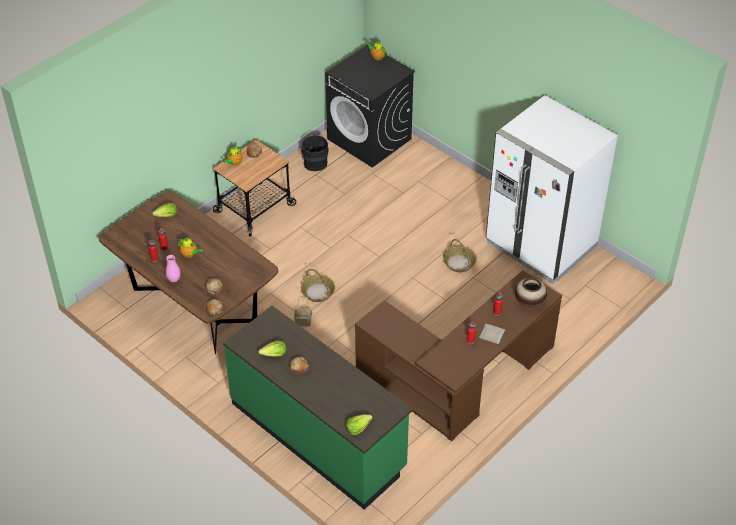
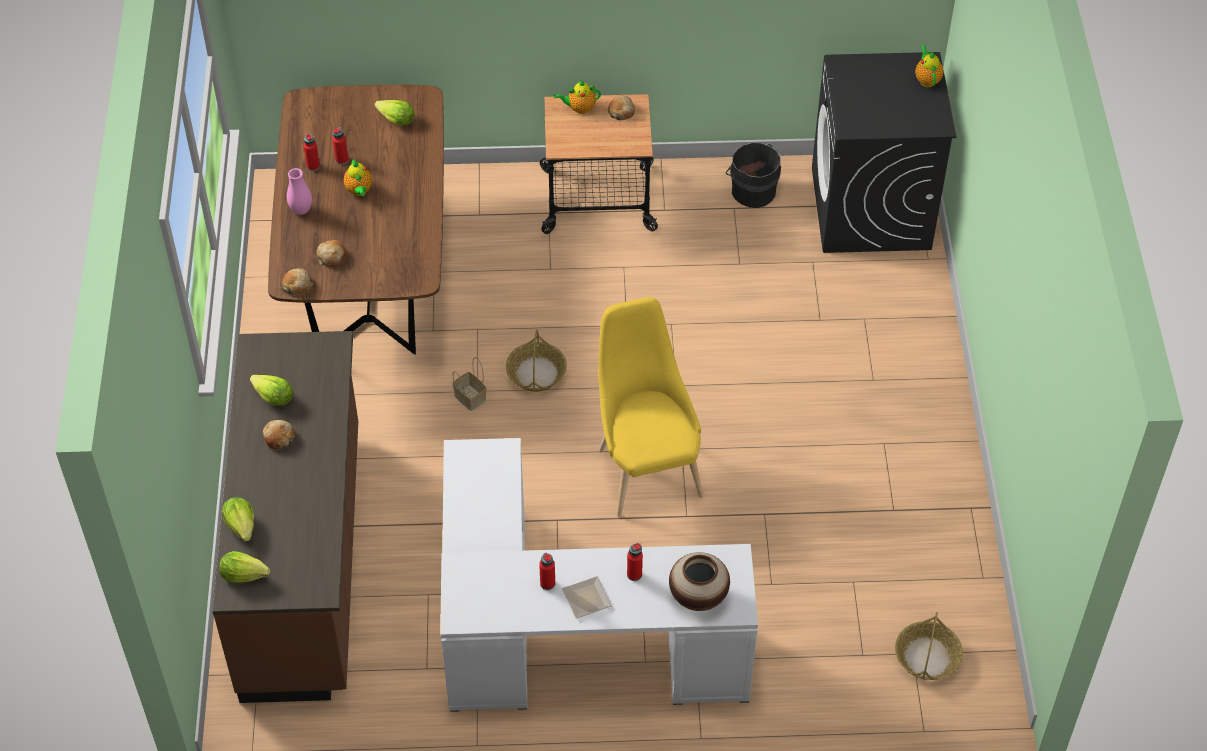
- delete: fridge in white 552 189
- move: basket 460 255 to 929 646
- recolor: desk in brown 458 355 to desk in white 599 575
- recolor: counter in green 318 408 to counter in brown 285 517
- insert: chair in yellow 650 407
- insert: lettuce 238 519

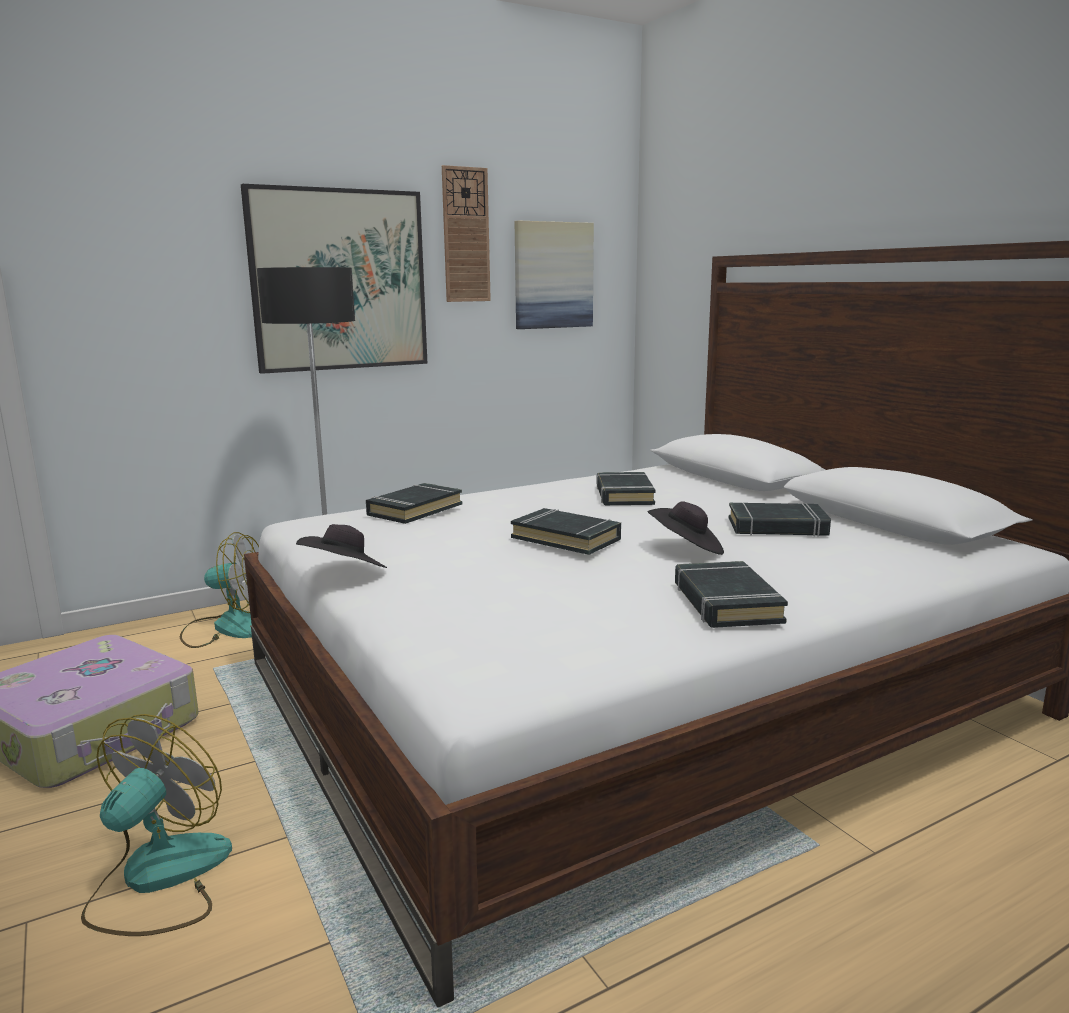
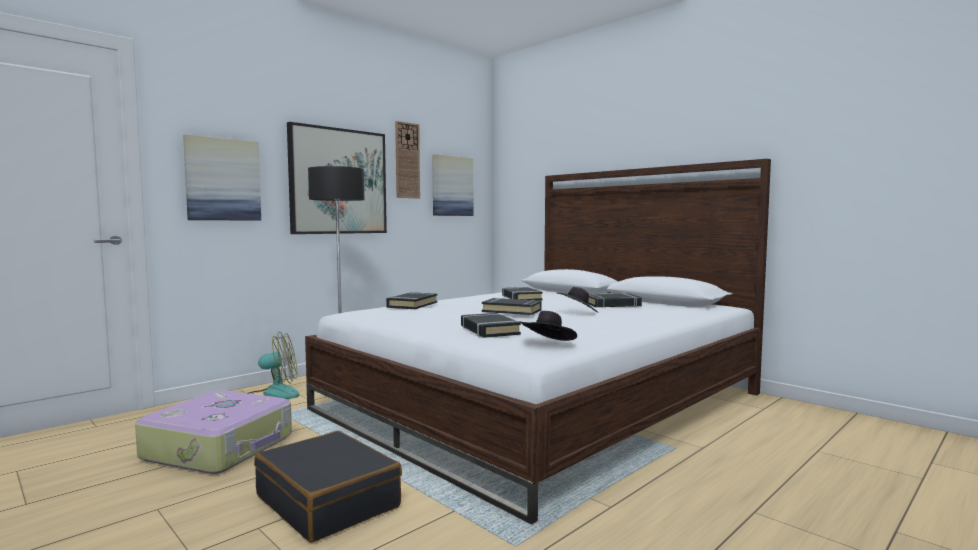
- move: hat in black 341 546 to 548 326
- move: book in black 731 594 to 491 325
- replace: fan 156 825 to suitcase in black 328 486
- insert: picture 222 177

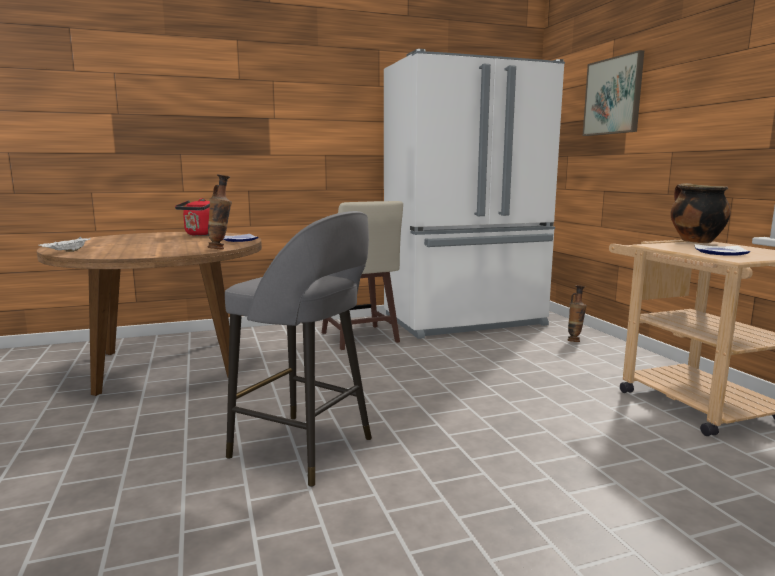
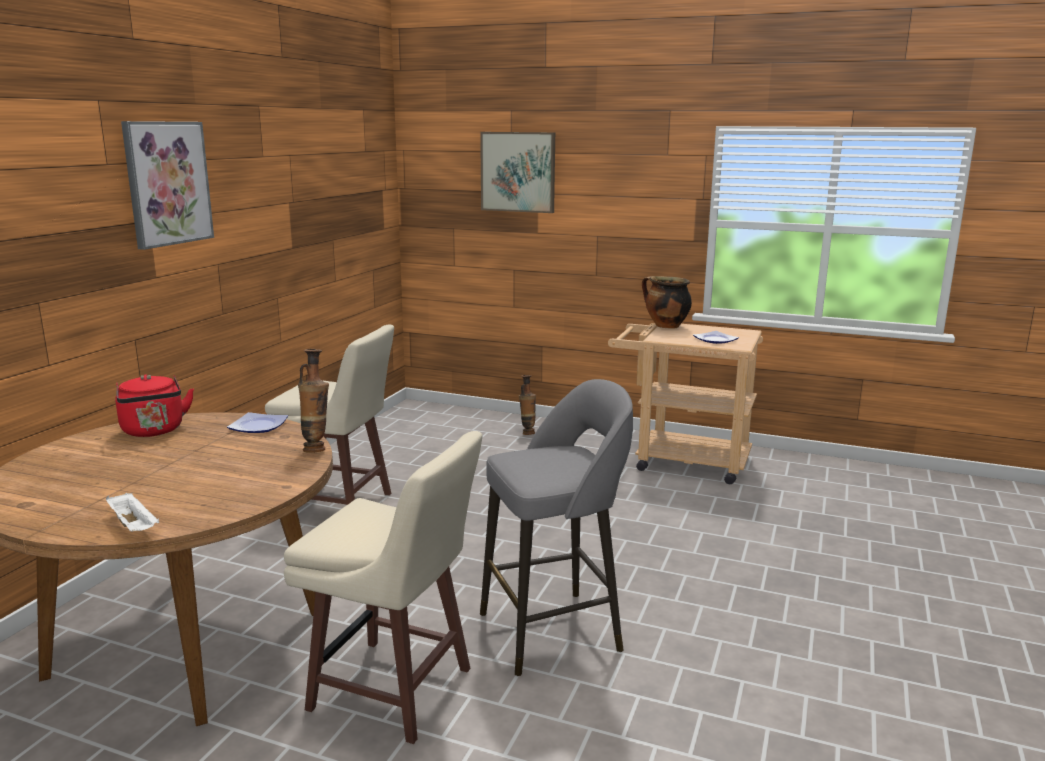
- delete: fridge in white 474 194
- insert: picture 167 185
- insert: stool in beige 383 587

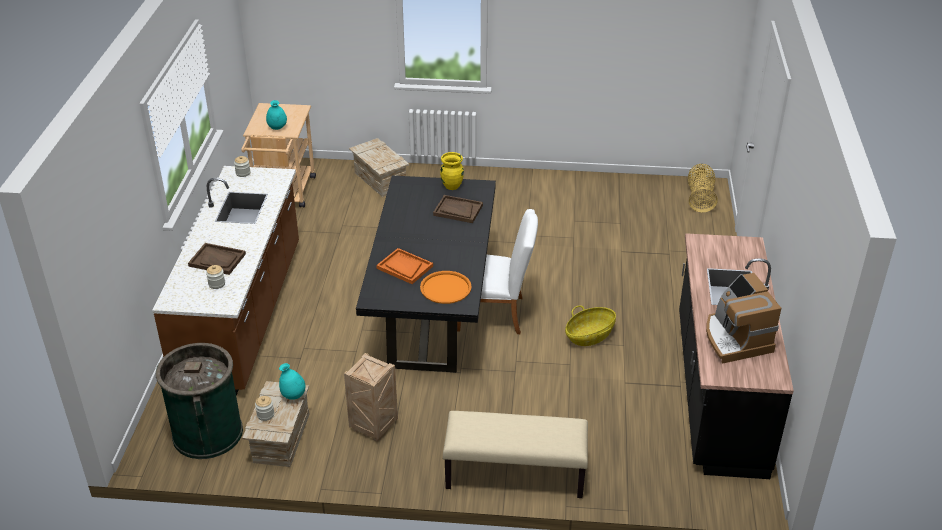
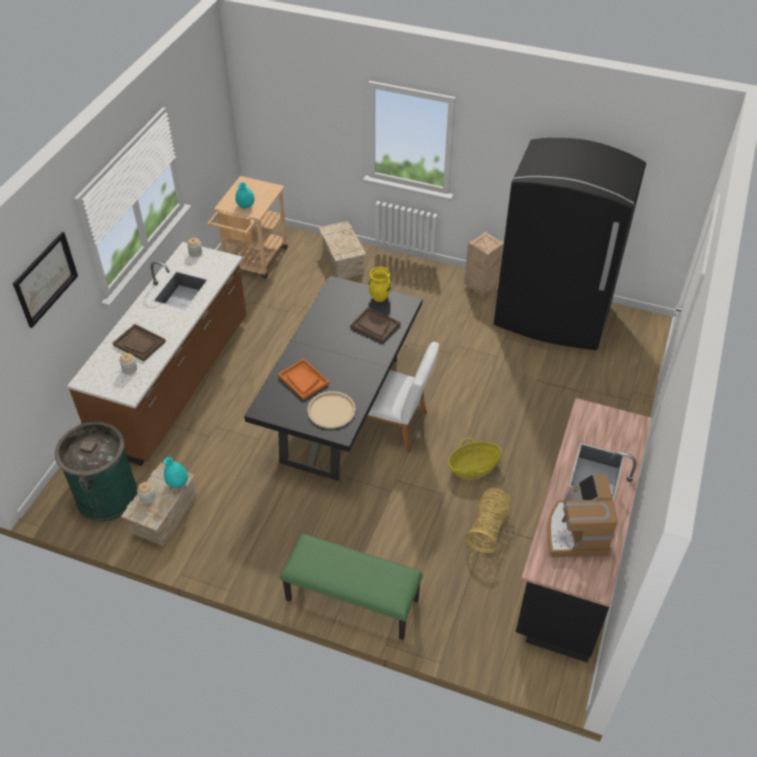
- move: basket 703 188 to 488 520
- recolor: tray in orange 446 287 to tray in beige 331 409
- move: crate 371 397 to 484 264
- recolor: bench in beige 515 454 to bench in green 351 587
- insert: fridge in black 570 244
- insert: picture 45 280

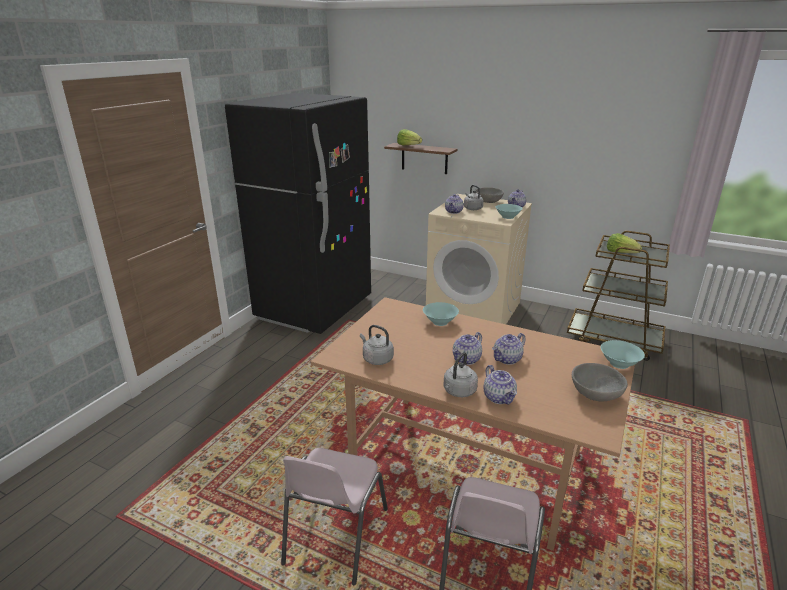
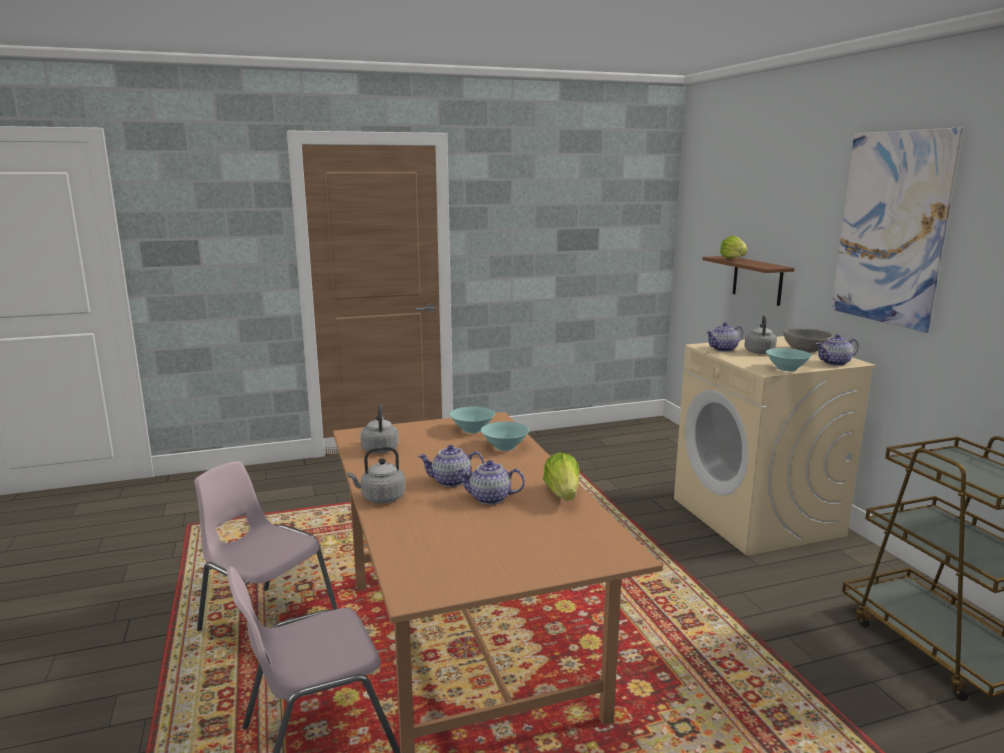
- delete: fridge in black 298 213
- move: lettuce 624 243 to 561 476
- move: bowl in turquoise 623 354 to 472 419
- delete: bowl in grey 600 382
- delete: teapot 500 385
- rotate: chair in pink 334 516 = 266 562 60 degrees clockwise
- insert: picture 897 230

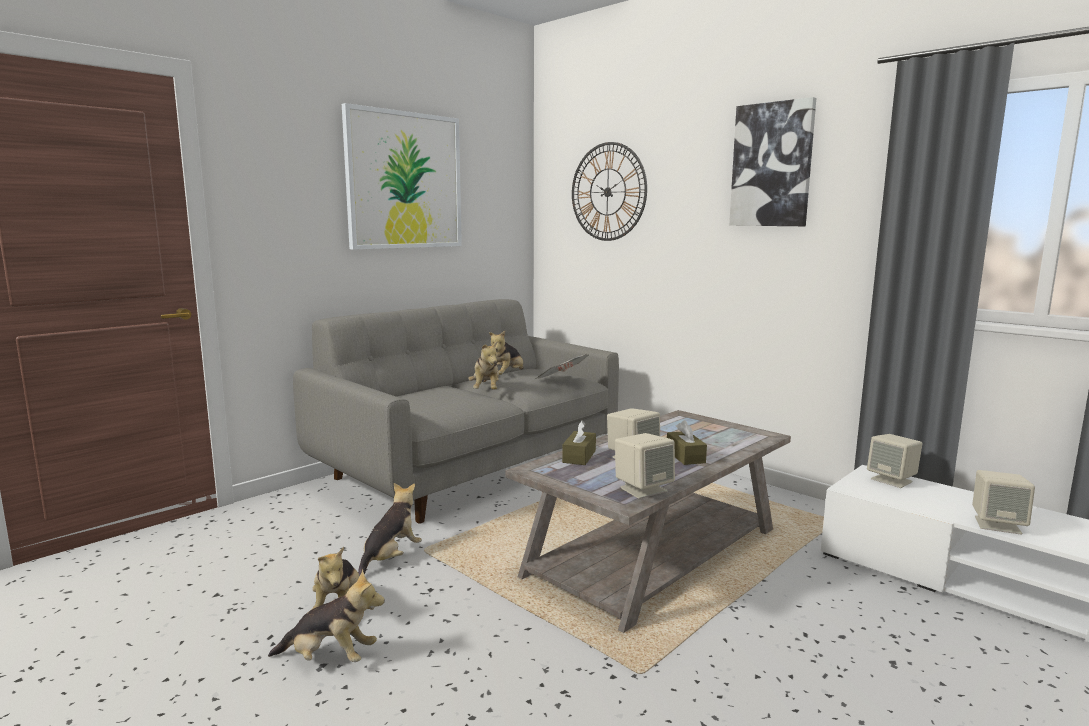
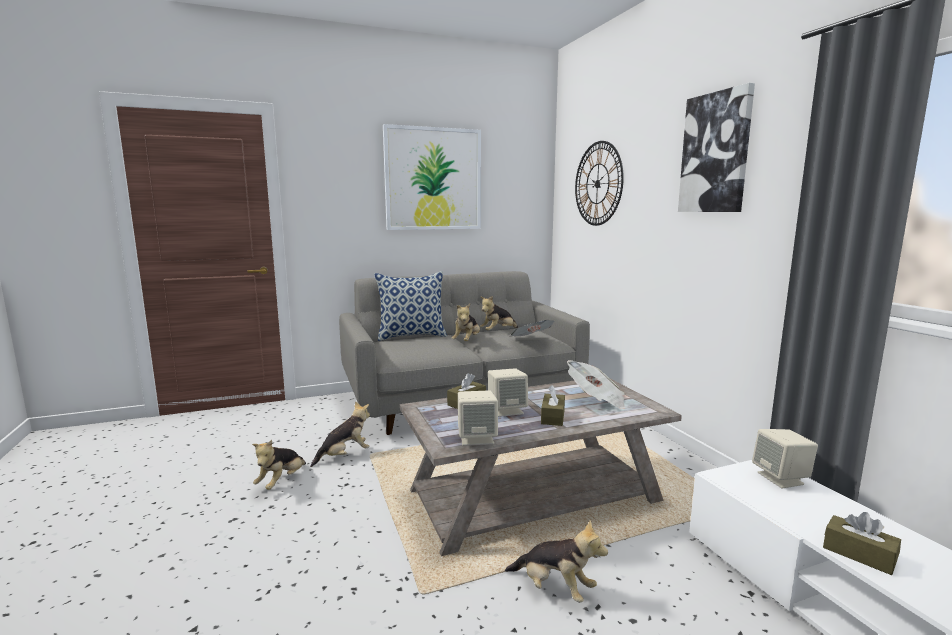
- replace: speaker in beige 1003 502 to tissue box in brown 862 543
- move: plush toy 326 615 to 556 561
- insert: pillow 410 306
- insert: newspaper 596 384

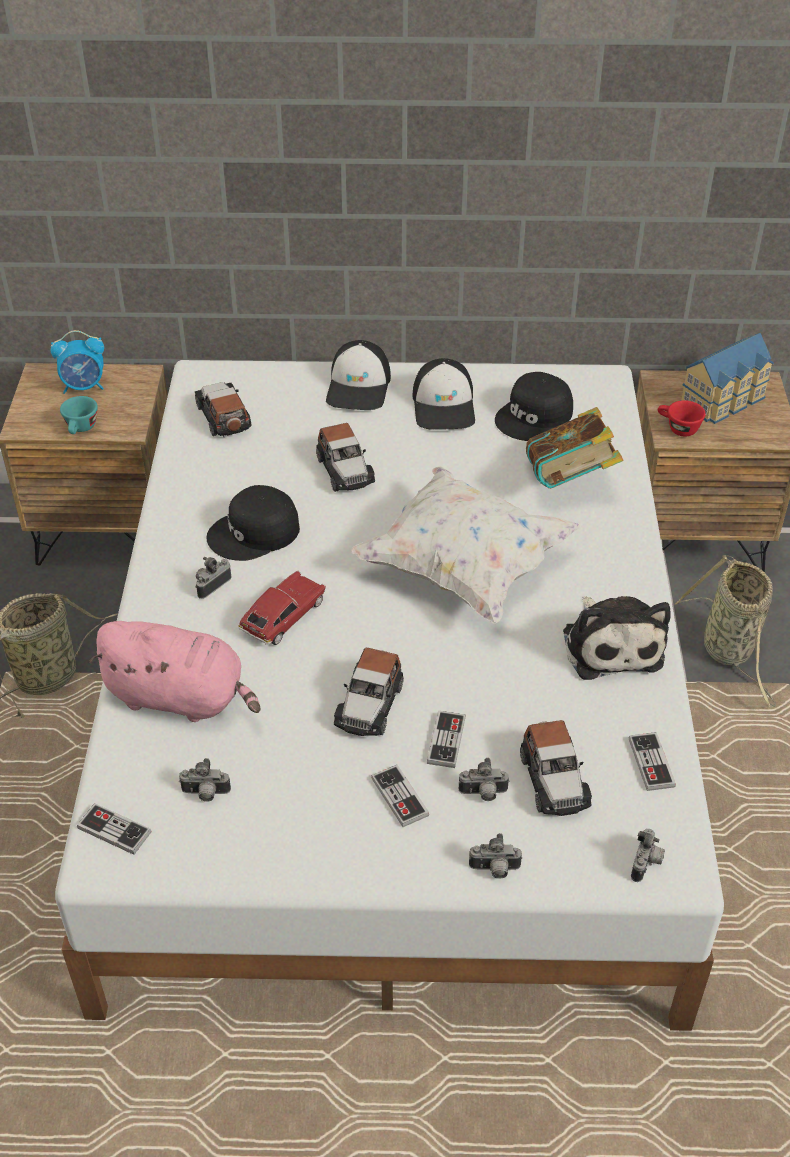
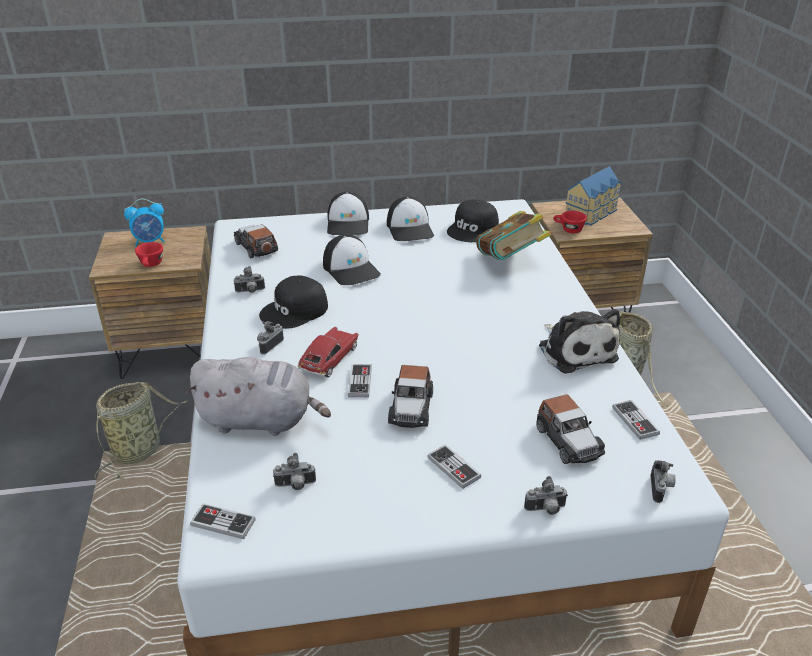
- recolor: cup in turquoise 79 415 to cup in red 149 254
- replace: toy car 345 457 to cap 352 259
- delete: pillow in white 465 545
- recolor: plush toy in pink 174 671 to plush toy in grey 258 396
- move: game controller 446 739 to 360 380
- move: photo camera 484 779 to 249 279

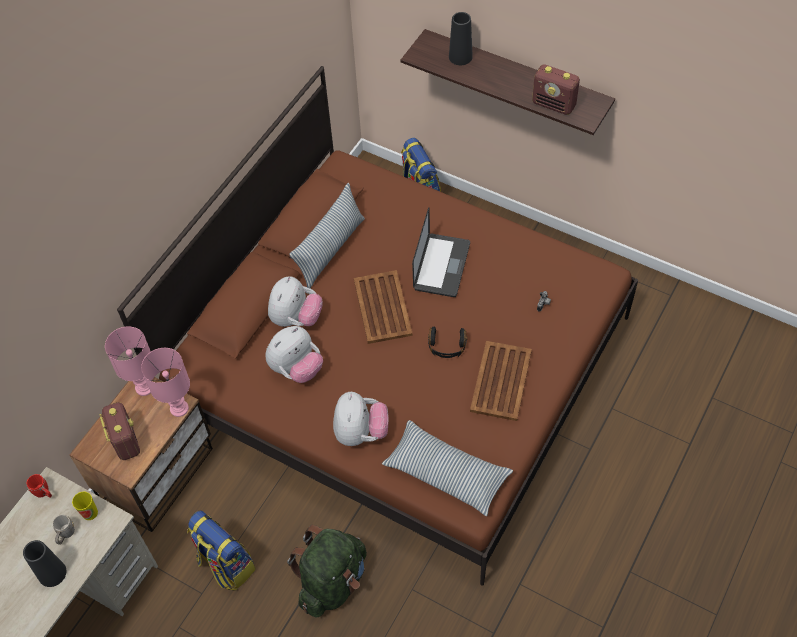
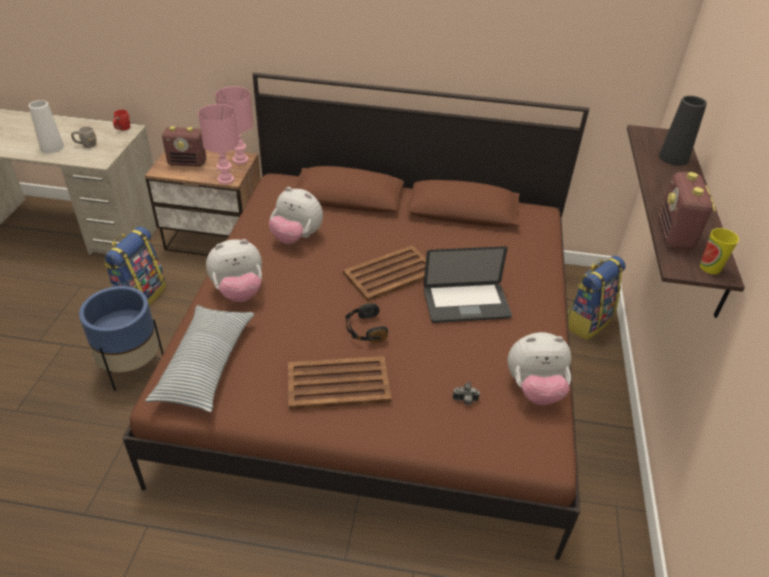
- delete: pillow 327 235
- move: plush toy 295 301 to 539 368
- rotate: radio 120 431 = 184 146 45 degrees clockwise
- move: cup 85 505 to 719 251
- replace: backpack in green 327 571 to planter in blue 121 338
- recolor: vase in black 44 563 to vase in white 46 126

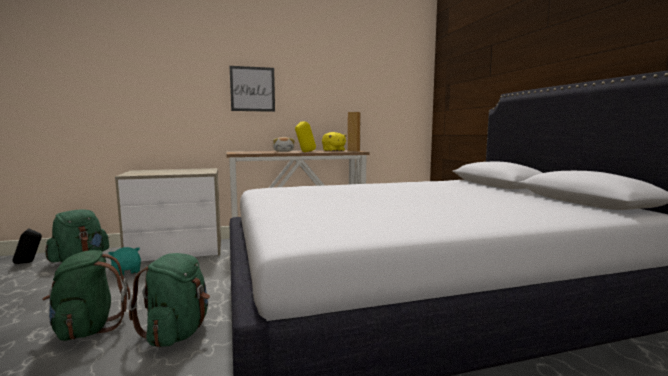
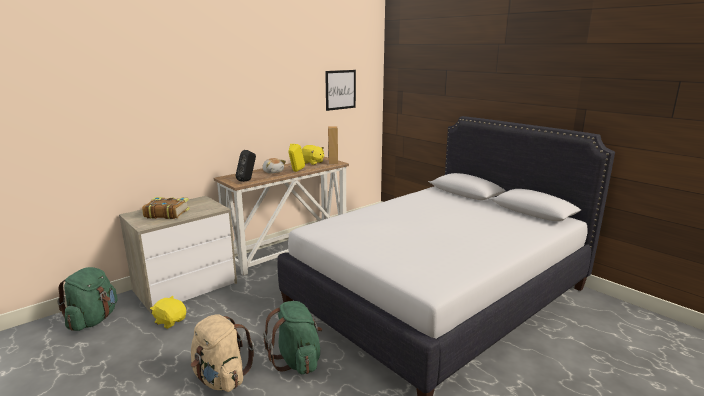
- move: picture 252 89 to 340 90
- move: speaker in black 27 246 to 245 166
- recolor: plush toy in turquoise 124 262 to plush toy in yellow 168 312
- recolor: backpack in green 86 295 to backpack in beige 222 353
- insert: book 166 208

